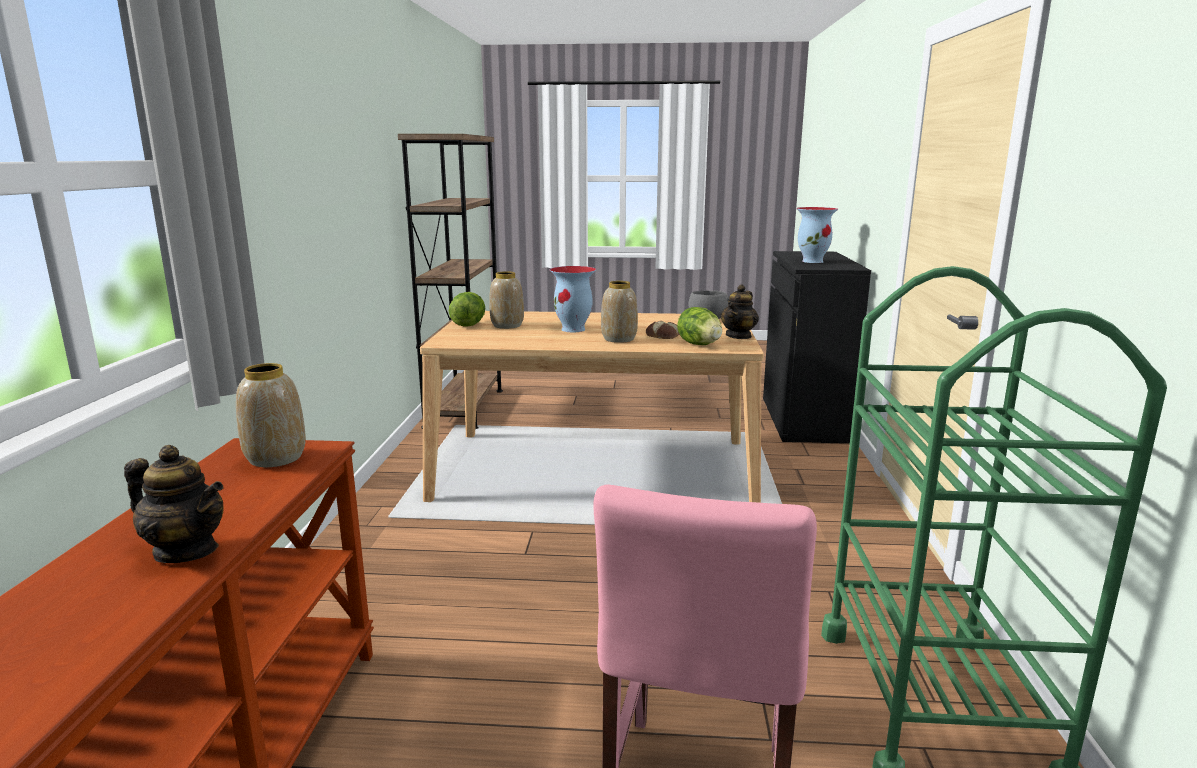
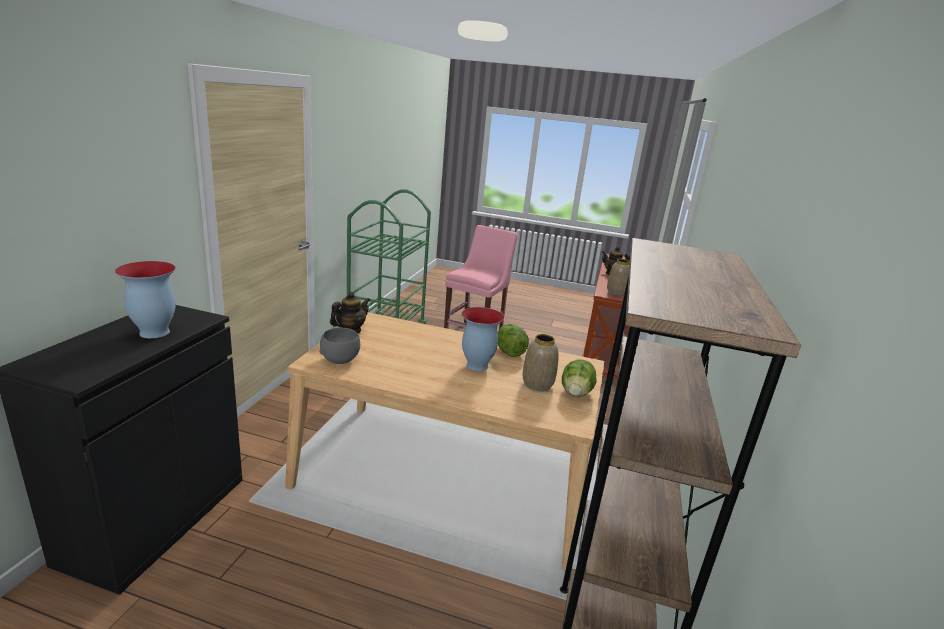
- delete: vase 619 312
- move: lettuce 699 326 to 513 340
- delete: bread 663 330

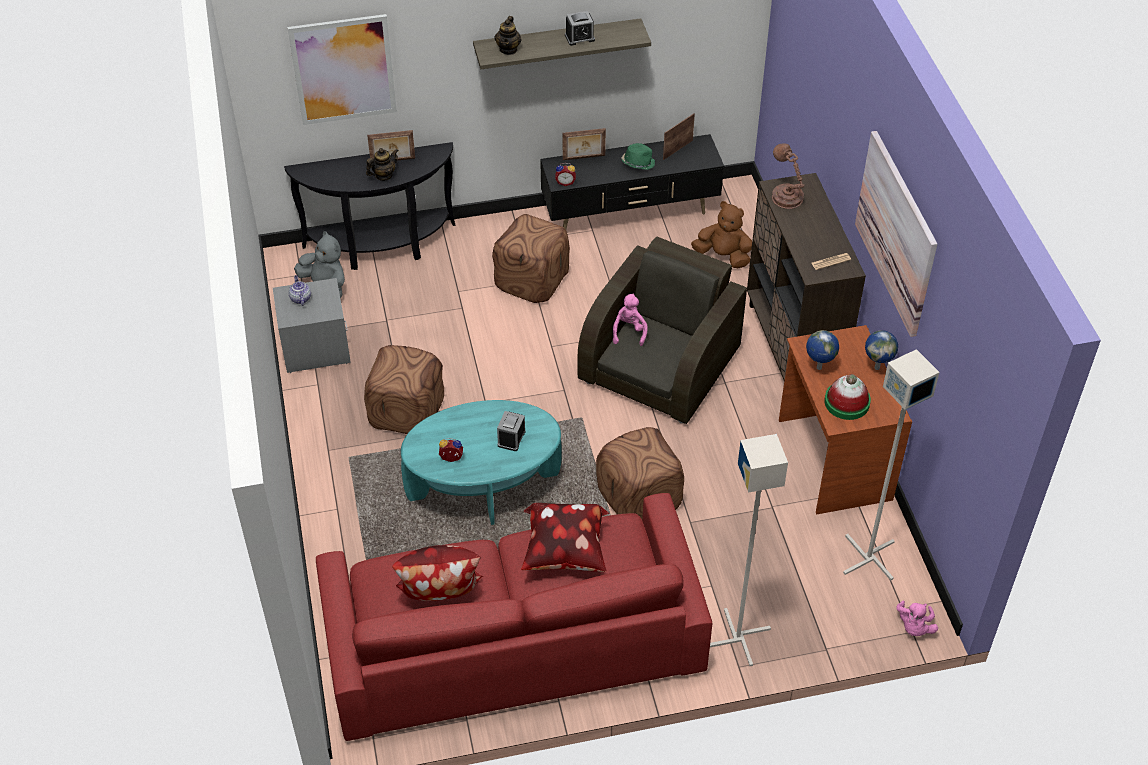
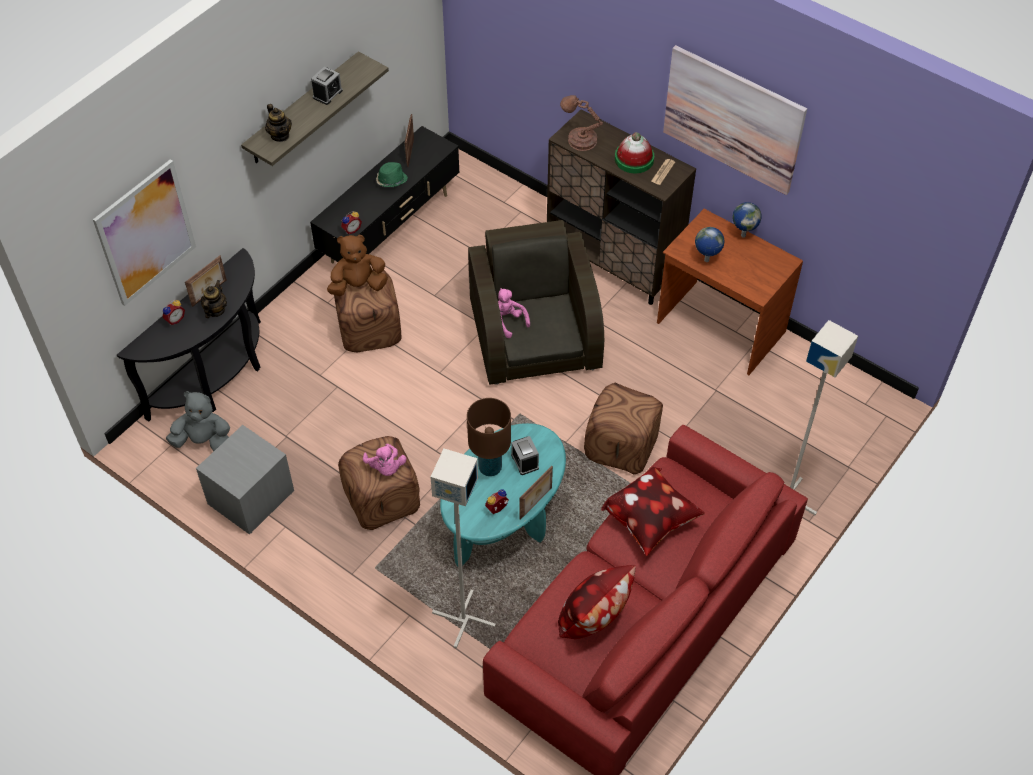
- move: picture frame 584 144 to 536 493
- move: plush toy in brown 721 234 to 357 265
- delete: teapot 300 290
- move: floor lamp in grey 891 465 to 463 548
- move: hat 847 397 to 634 152
- move: plush toy in pink 917 618 to 385 460
- insert: alarm clock 173 312
- insert: table lamp in brown 489 437

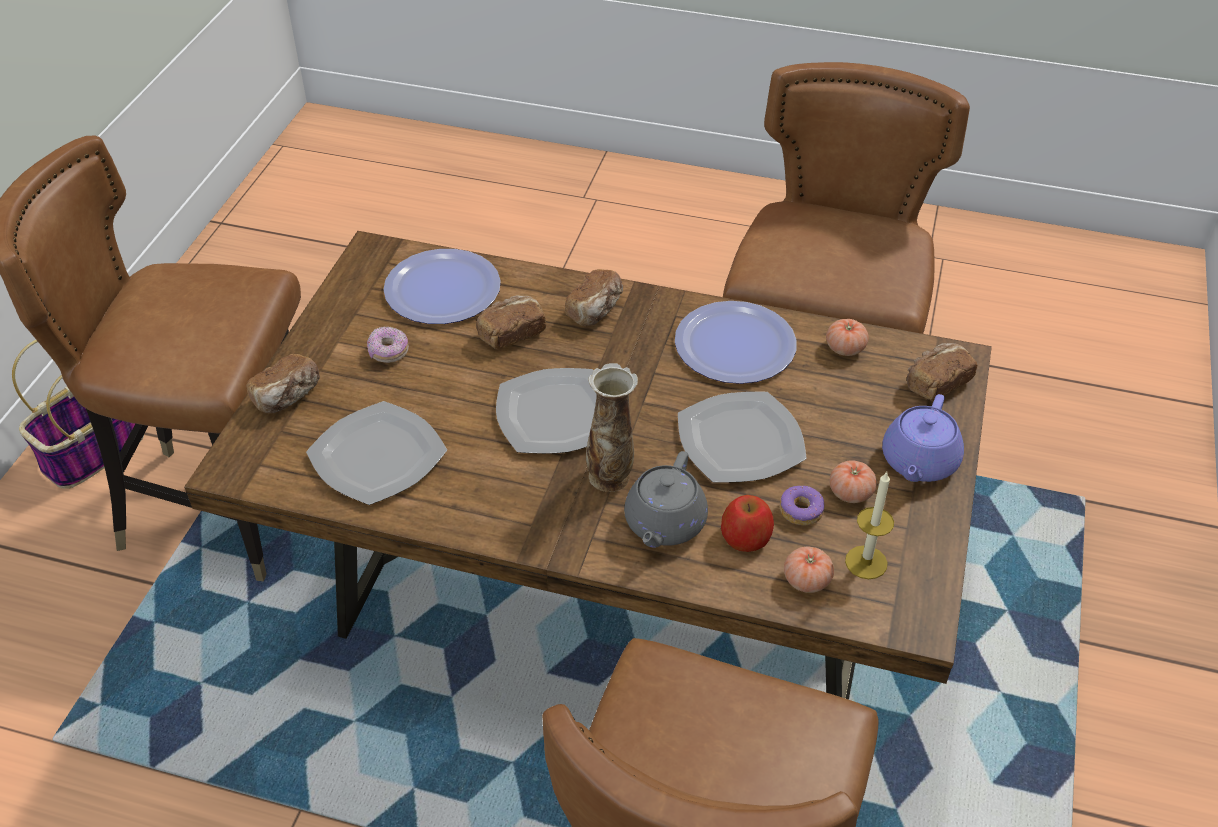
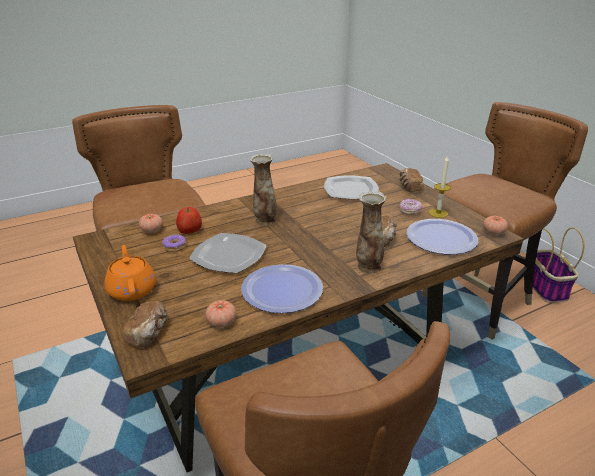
- replace: bread 594 297 to vase 371 232
- delete: plate 546 411
- recolor: teapot in purple 923 438 to teapot in orange 130 273
- delete: teapot in grey 666 499
- move: tomato 853 481 to 495 225
- move: candle 869 525 to 440 187

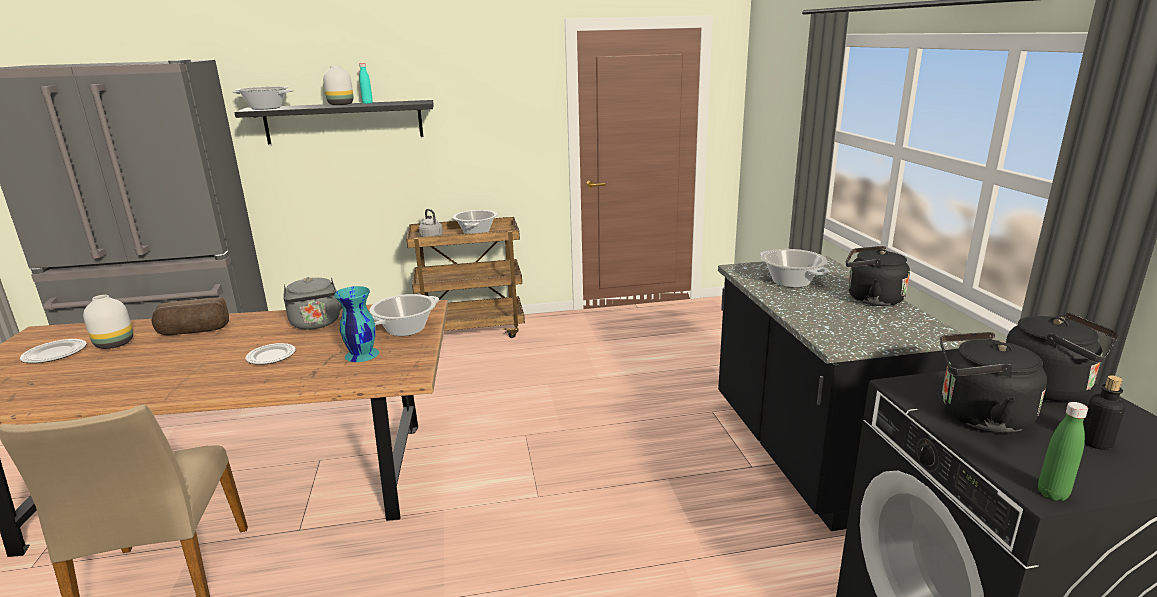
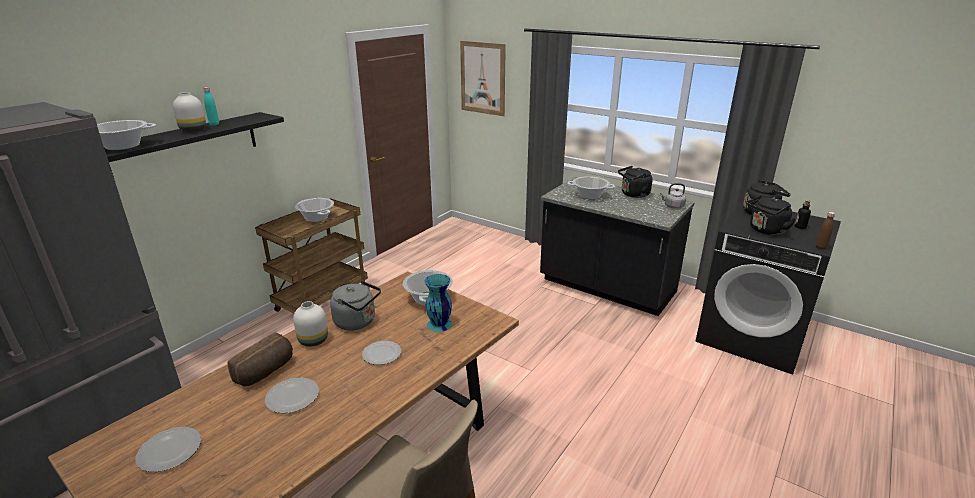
- move: kettle in grey 431 223 to 673 196
- move: vase in white 108 322 to 310 324
- recolor: bottle in green 1063 451 to bottle in brown 825 231
- insert: picture 483 78
- insert: plate 292 395

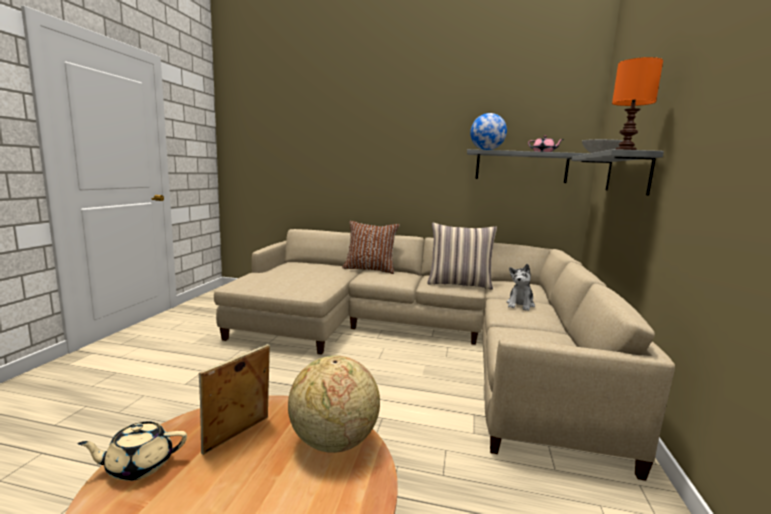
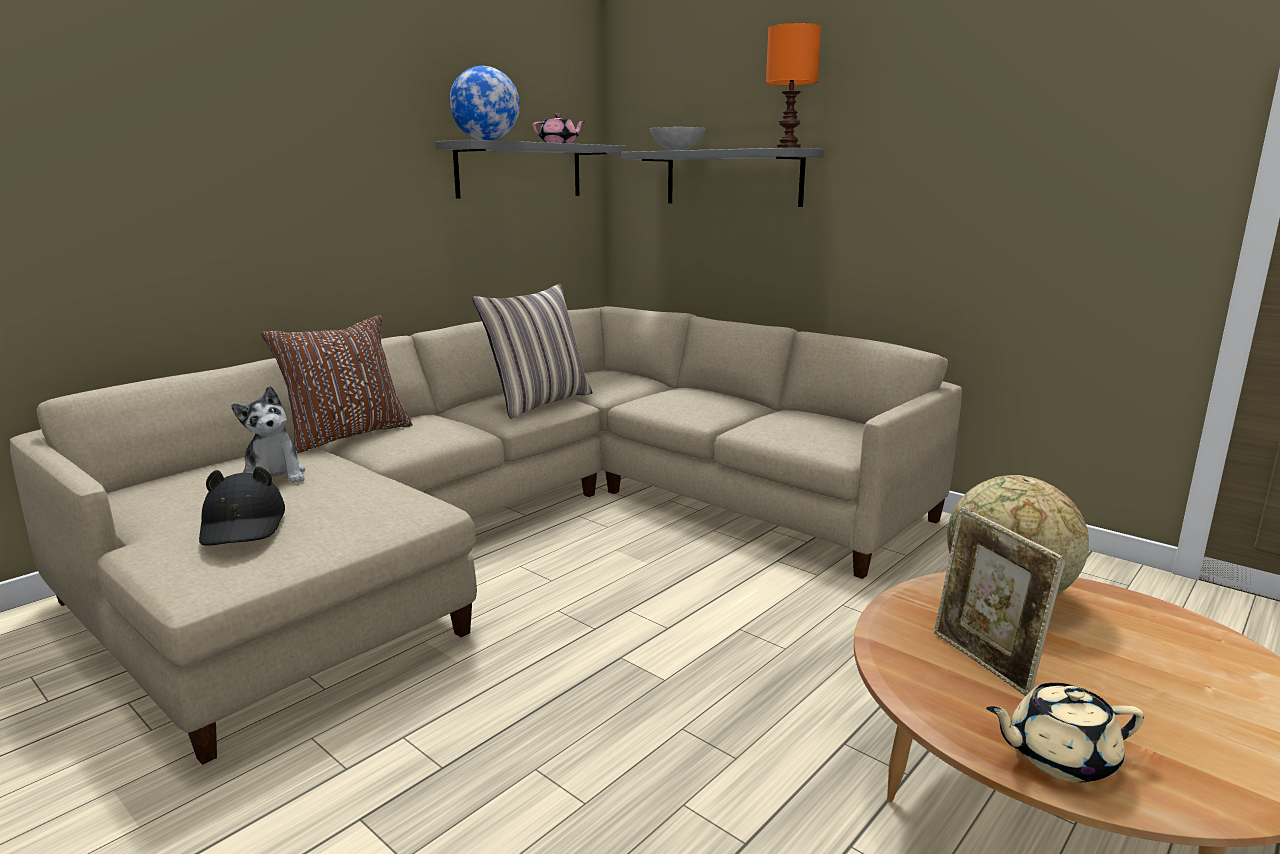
- move: plush toy 520 287 to 268 434
- rotate: teapot in beige 132 451 = 1065 732 75 degrees clockwise
- insert: hat in black 242 506

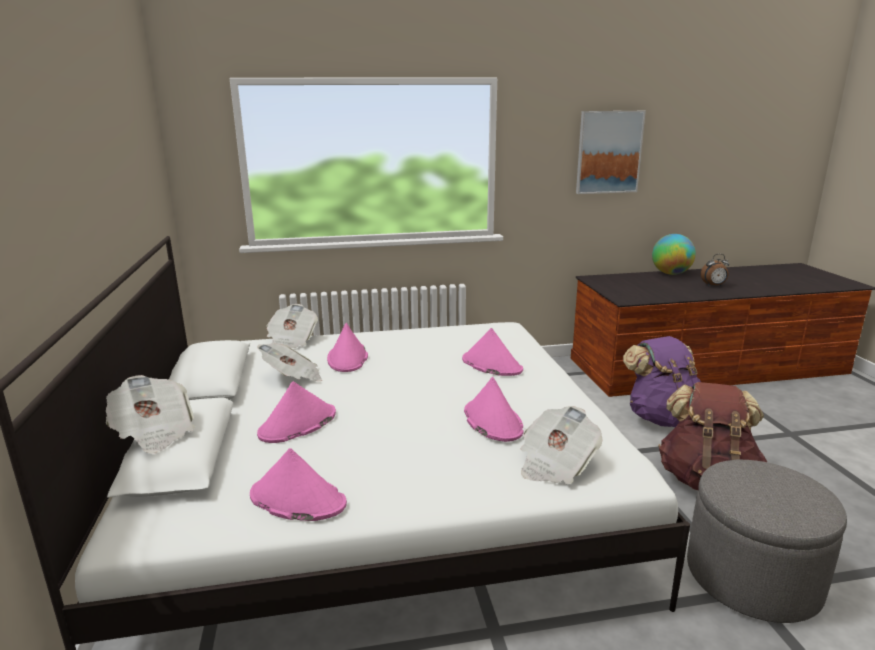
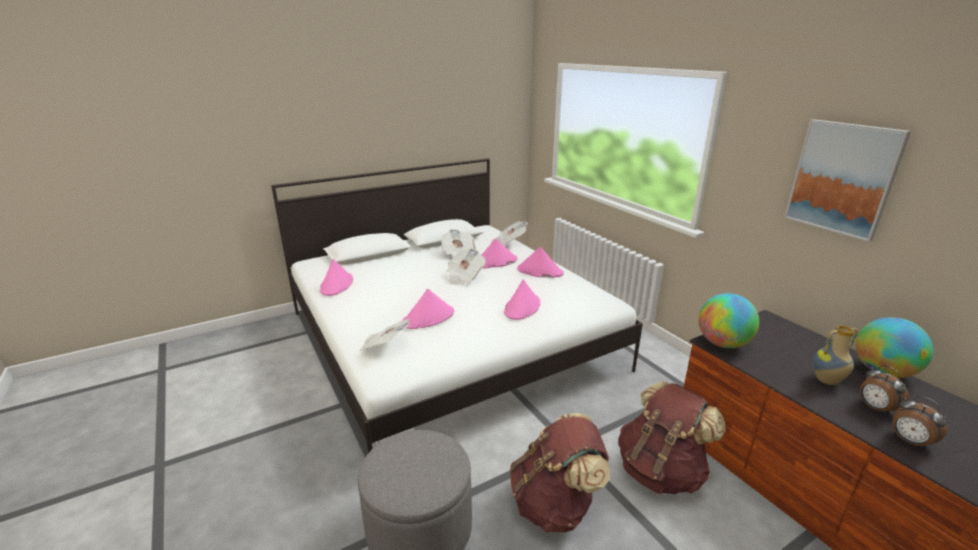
- recolor: backpack in purple 662 381 to backpack in brown 672 437
- move: newspaper 150 414 to 466 267
- move: hat in pink 296 412 to 540 262
- insert: globe 728 320
- insert: vase 835 355
- insert: alarm clock 920 422

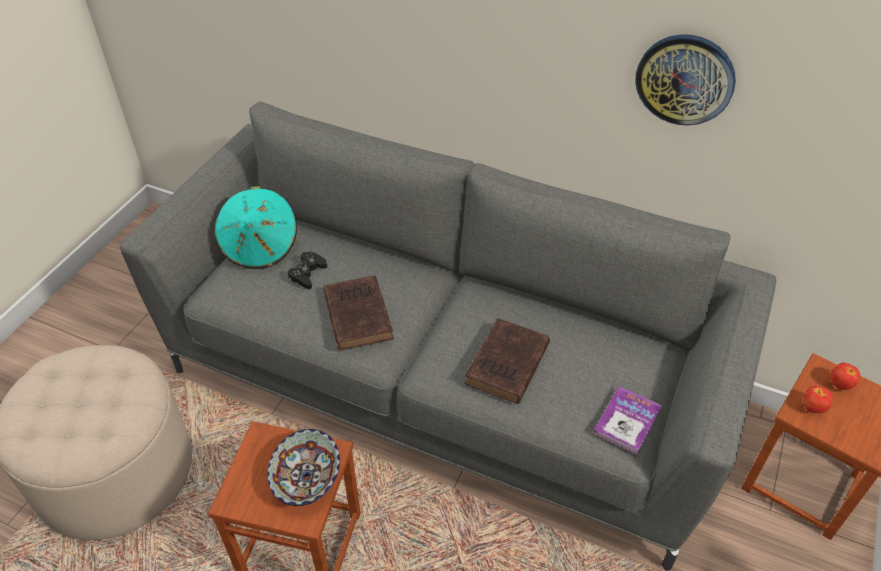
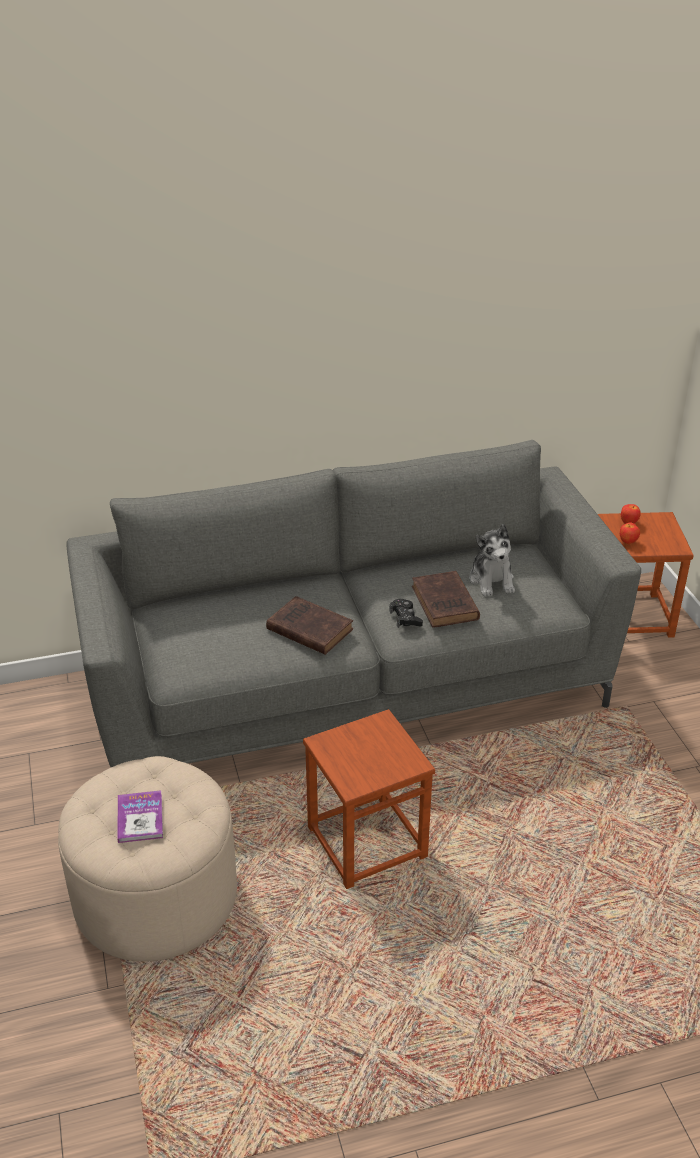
- delete: wall clock 685 80
- delete: hat in turquoise 255 227
- move: game controller in black 307 270 to 406 613
- move: book 628 420 to 140 816
- delete: bowl 303 467
- insert: plush toy 492 560

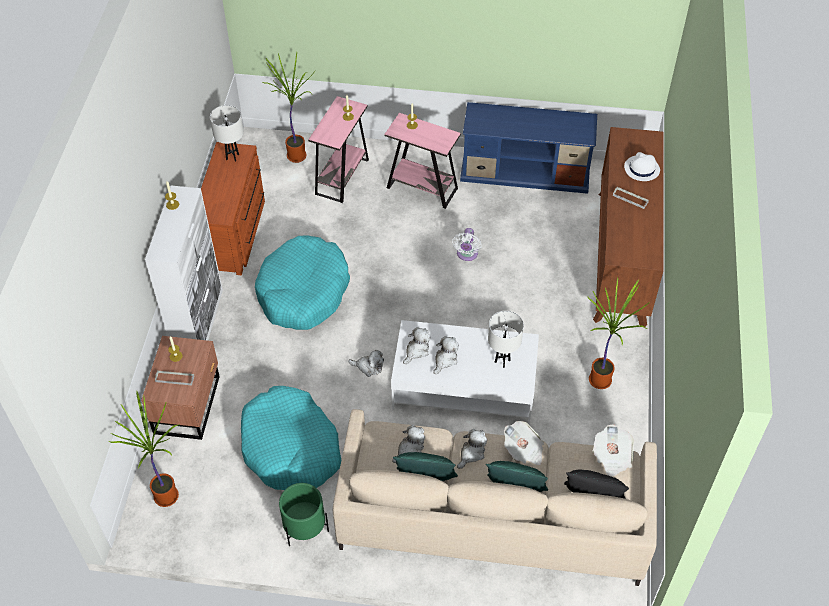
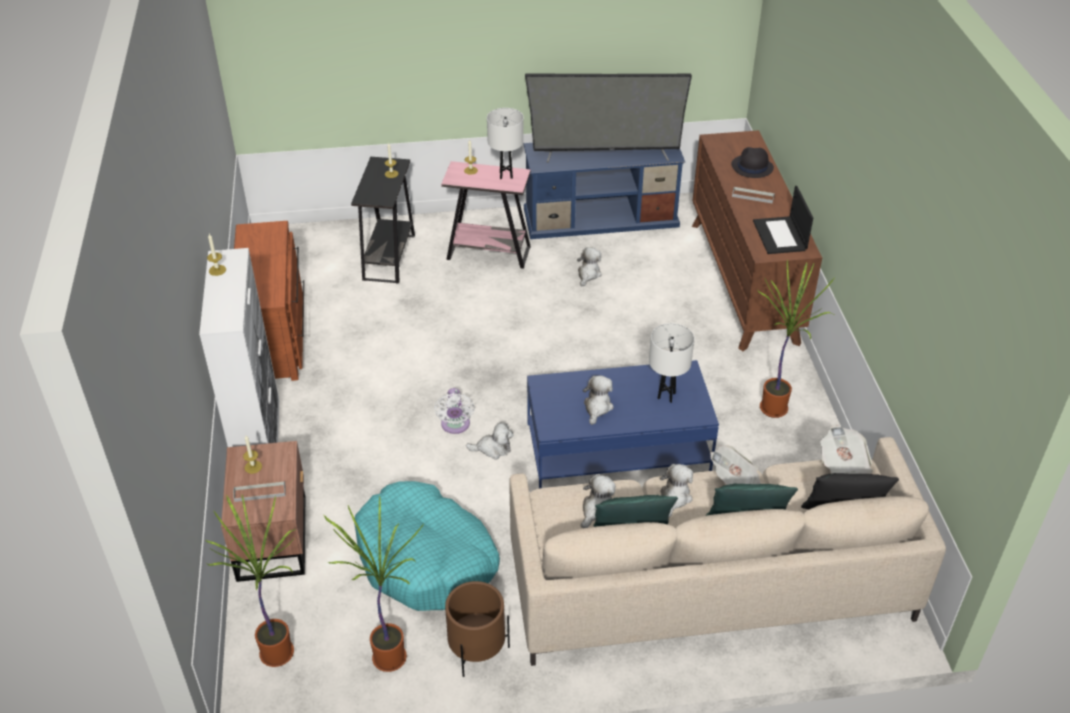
- move: potted plant 289 108 to 373 584
- recolor: side table in pink 338 149 to side table in black 383 220
- move: table lamp in white 226 133 to 505 143
- recolor: hat in white 642 166 to hat in black 752 162
- move: fan in white 467 244 to 454 411
- delete: dog bed in turquoise 302 282
- recolor: coffee table in white 465 372 to coffee table in blue 623 424
- move: plush toy 416 345 to 589 267
- recolor: planter in green 304 514 to planter in brown 477 629
- insert: television 608 118
- insert: laptop 783 220

